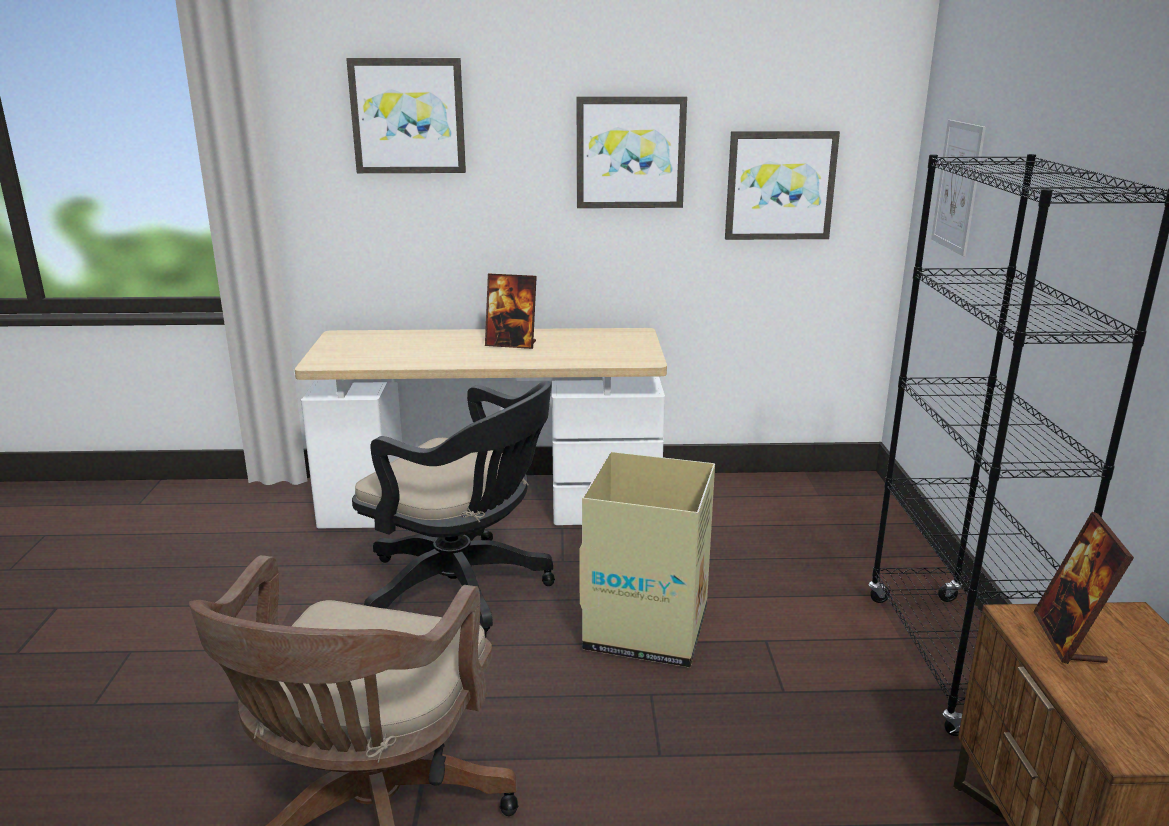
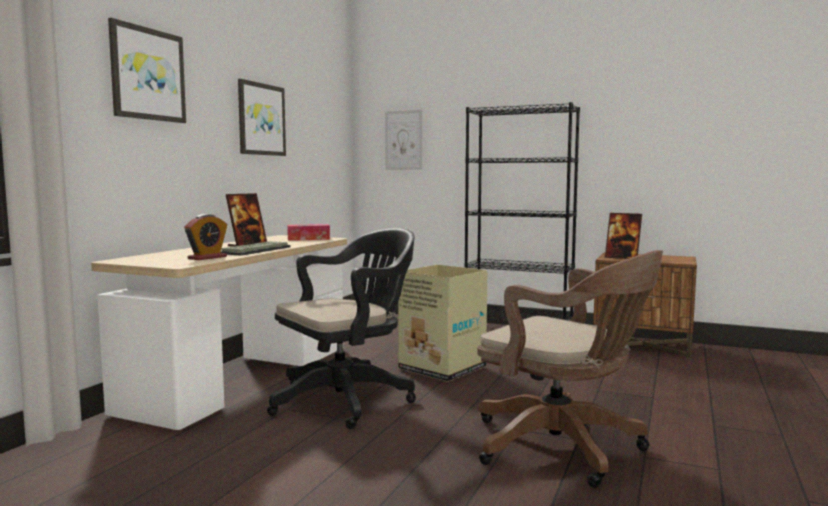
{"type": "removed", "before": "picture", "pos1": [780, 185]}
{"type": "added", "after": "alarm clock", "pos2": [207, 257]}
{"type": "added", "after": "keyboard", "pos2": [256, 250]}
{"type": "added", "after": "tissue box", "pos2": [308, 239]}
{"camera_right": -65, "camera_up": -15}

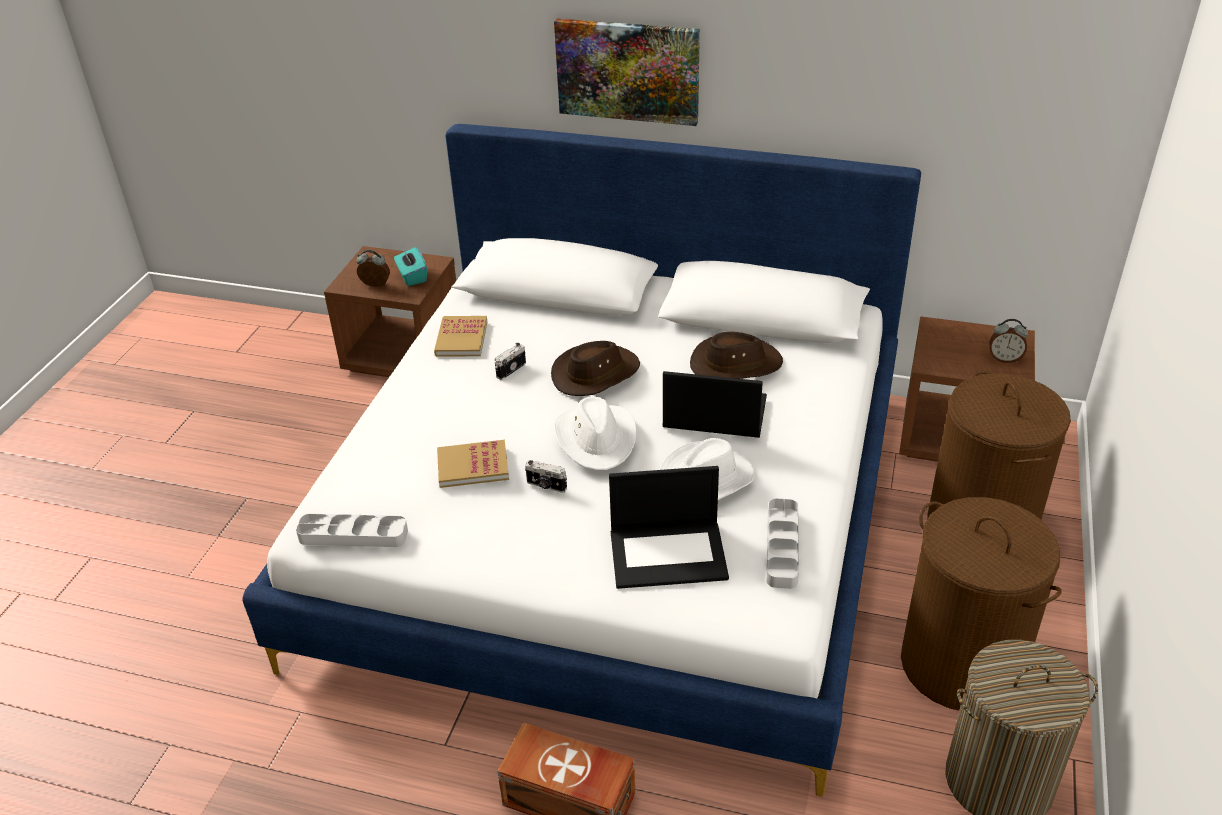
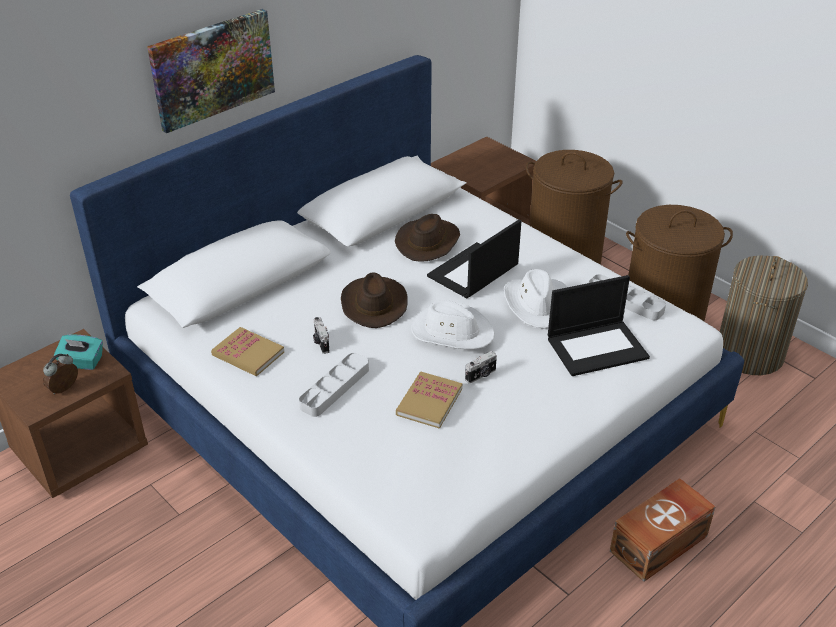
{"type": "moved", "before": "grey tray", "pos1": [353, 535], "pos2": [335, 388]}
{"type": "turned", "before": "laptop", "pos1": [669, 554], "pos2": [597, 347], "turn": 45}
{"type": "removed", "before": "alarm clock", "pos1": [1004, 359]}
{"camera_right": -60, "camera_up": 0}

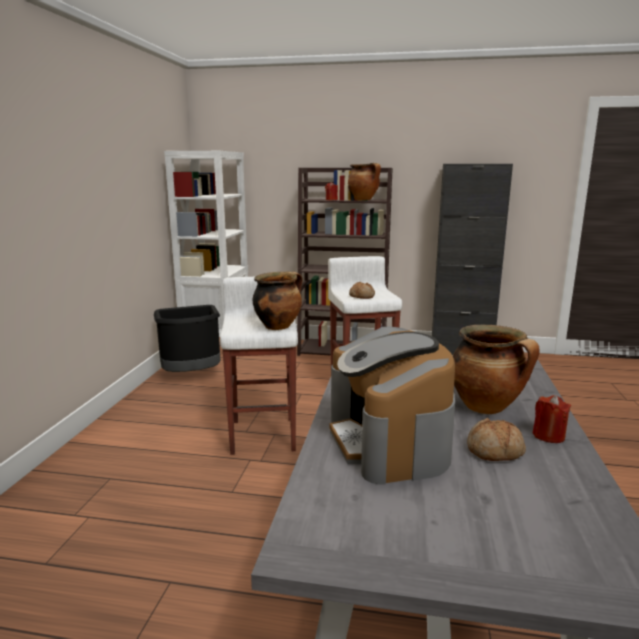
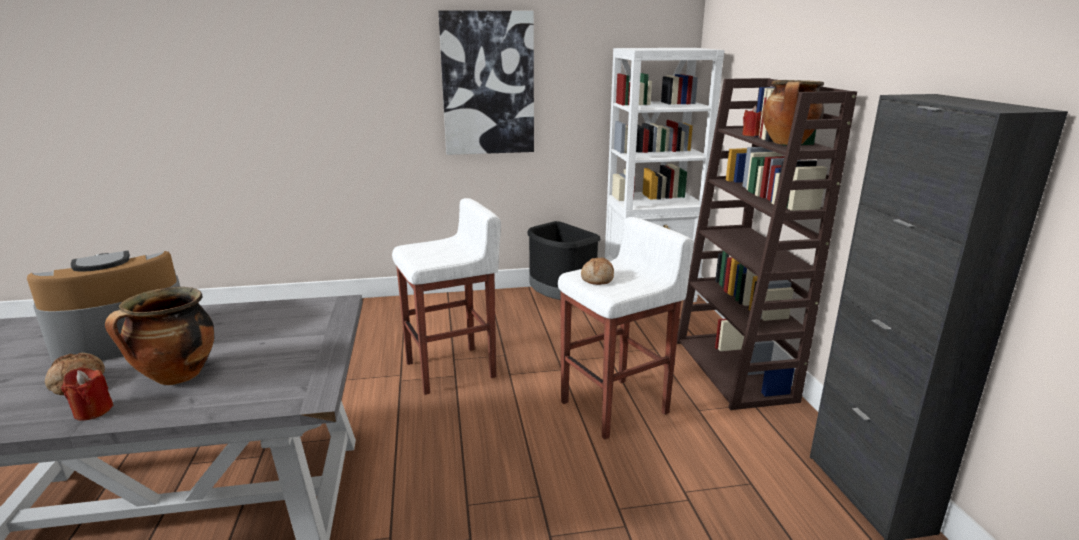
{"type": "removed", "before": "cooking pot", "pos1": [278, 326]}
{"type": "added", "after": "picture", "pos2": [488, 84]}
{"camera_right": 70, "camera_up": 5}

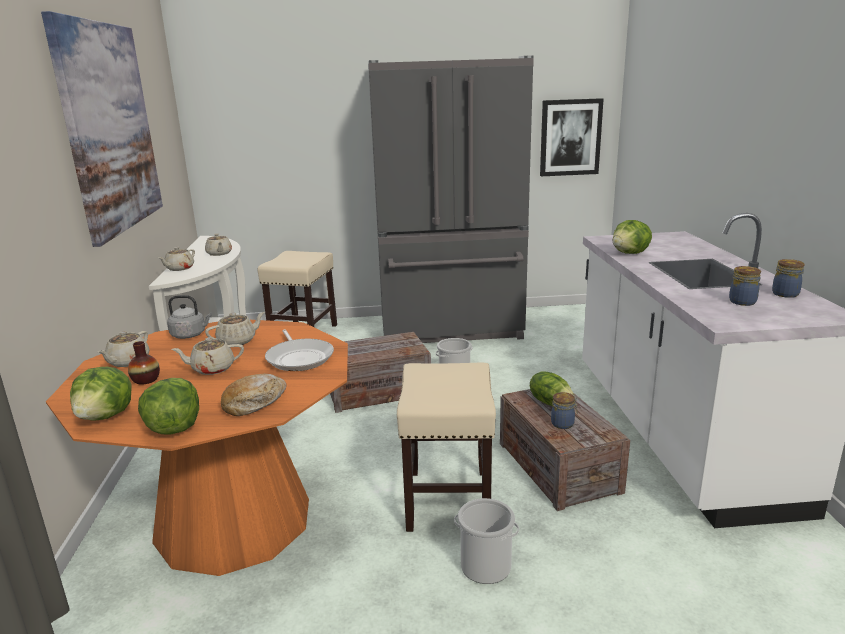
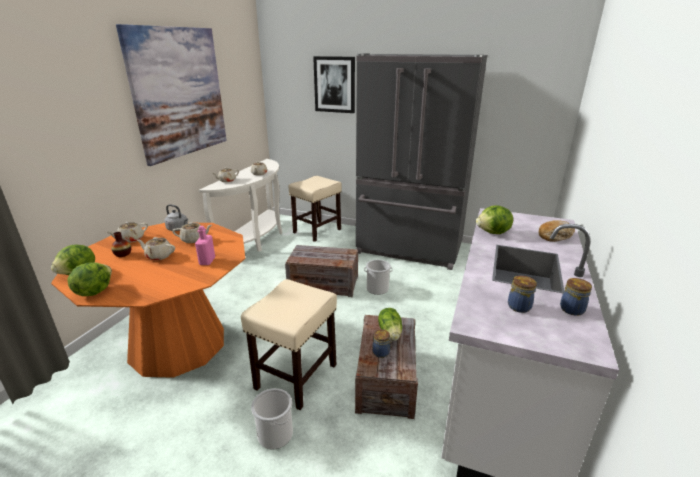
{"type": "moved", "before": "bread", "pos1": [254, 402], "pos2": [555, 236]}
{"type": "replaced", "before": "frying pan", "after": "pink bottle", "pos1": [299, 358], "pos2": [207, 261]}
{"type": "moved", "before": "picture", "pos1": [570, 137], "pos2": [334, 84]}
{"camera_right": 25, "camera_up": 5}

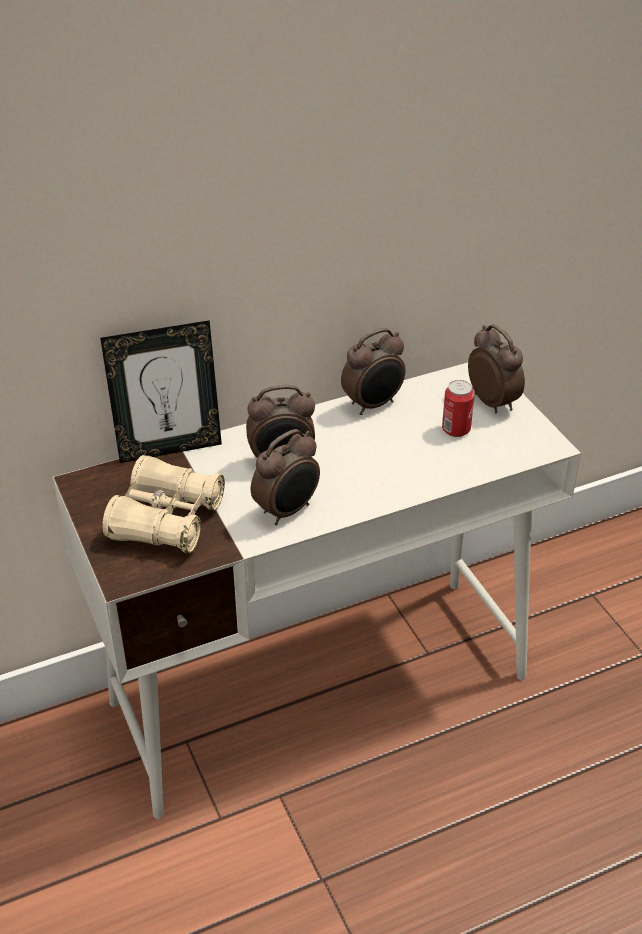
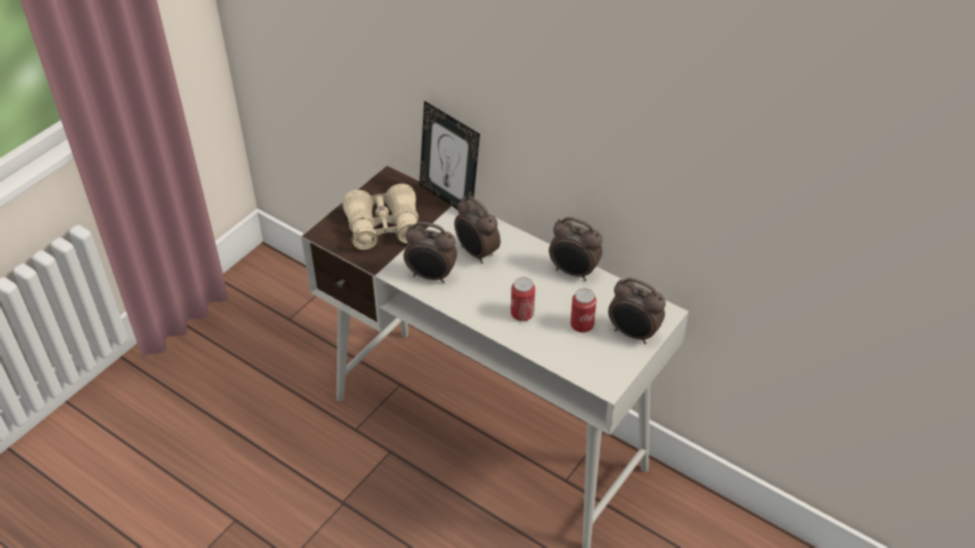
{"type": "turned", "before": "alarm clock", "pos1": [493, 402], "pos2": [633, 334], "turn": 90}
{"type": "added", "after": "can", "pos2": [522, 314]}
{"camera_right": 60, "camera_up": 5}

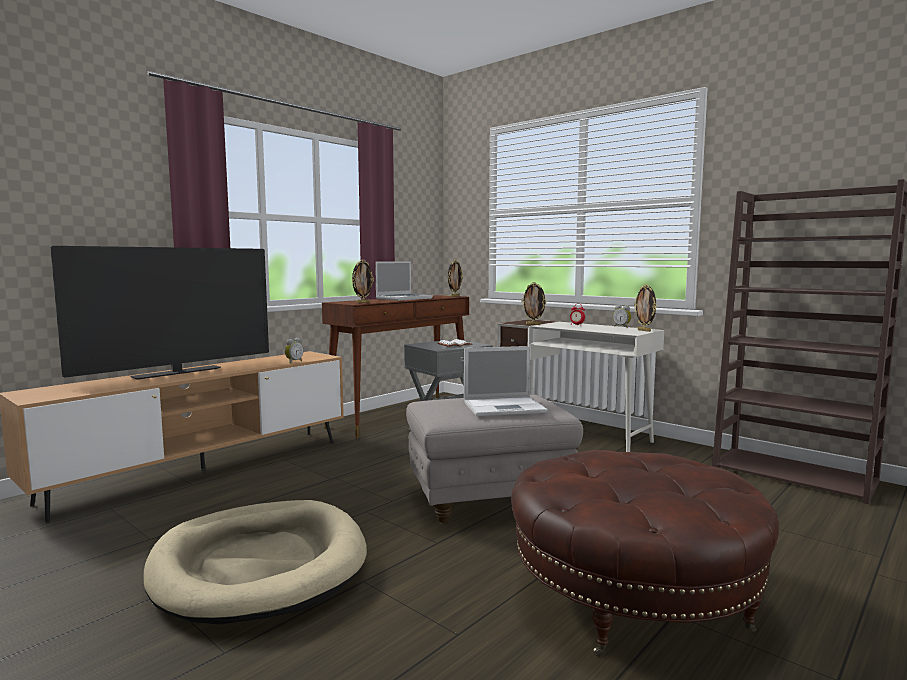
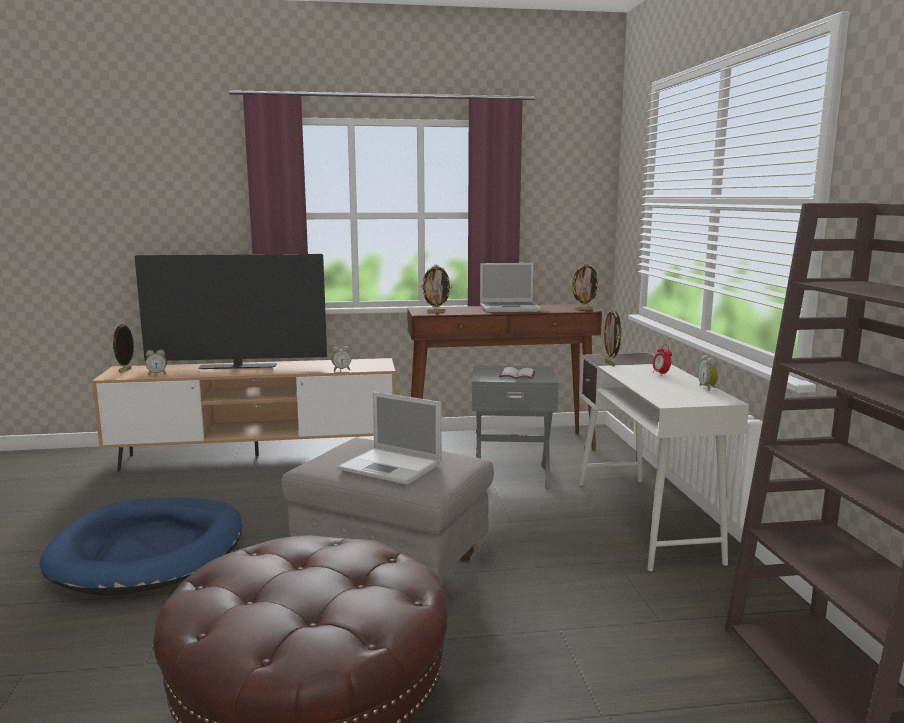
{"type": "recoloured", "before": "beige dog bed", "after": "blue dog bed", "pos1": [259, 565], "pos2": [149, 551]}
{"type": "moved", "before": "picture frame", "pos1": [644, 330], "pos2": [126, 370]}
{"type": "added", "after": "alarm clock", "pos2": [157, 374]}
{"camera_right": 40, "camera_up": 5}

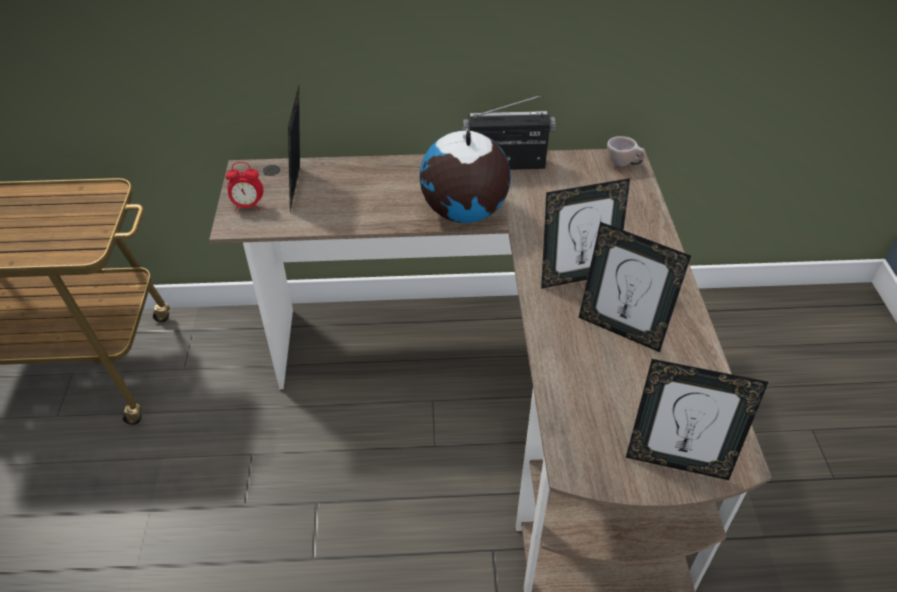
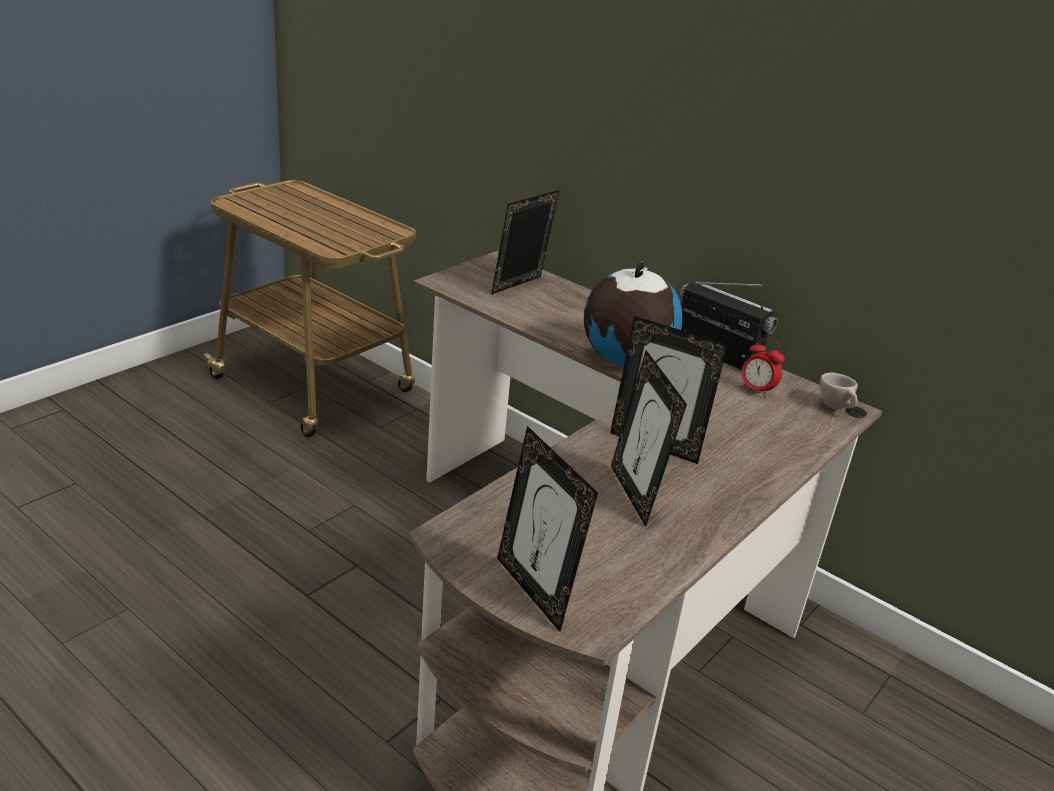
{"type": "moved", "before": "alarm clock", "pos1": [248, 206], "pos2": [756, 391]}
{"camera_right": 40, "camera_up": -15}

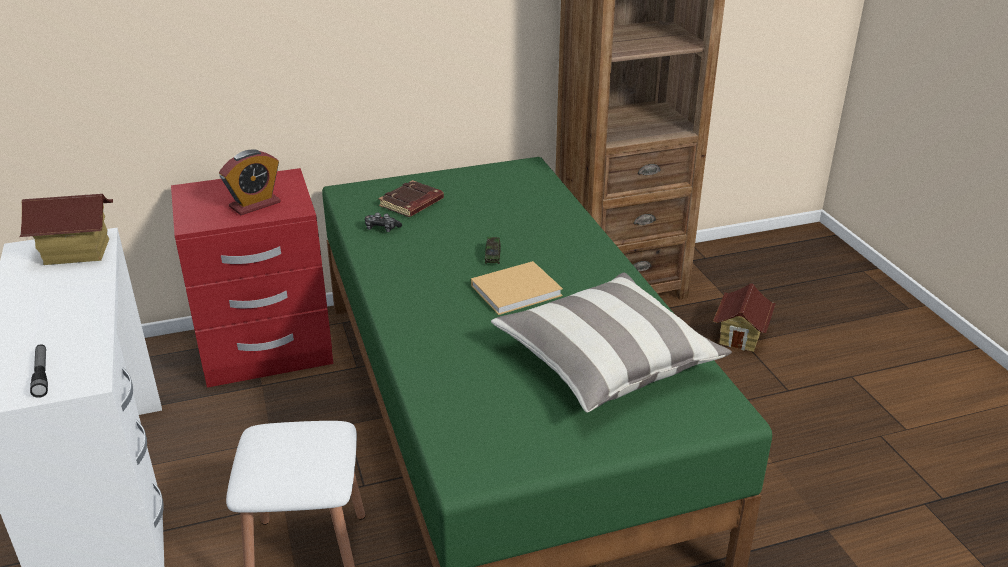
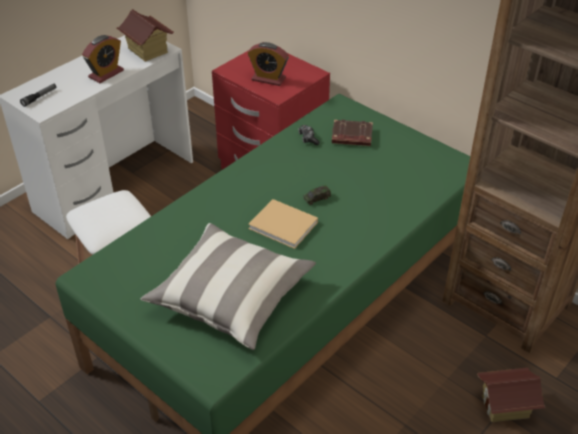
{"type": "added", "after": "alarm clock", "pos2": [106, 74]}
{"camera_right": 60, "camera_up": 10}

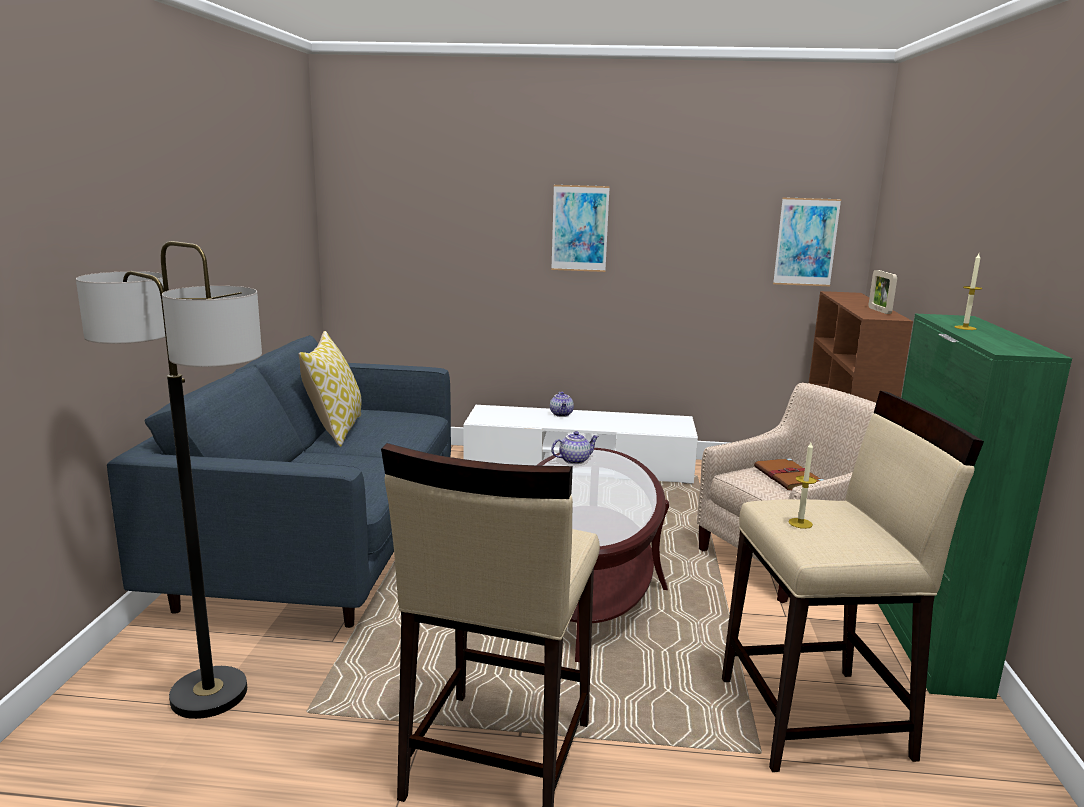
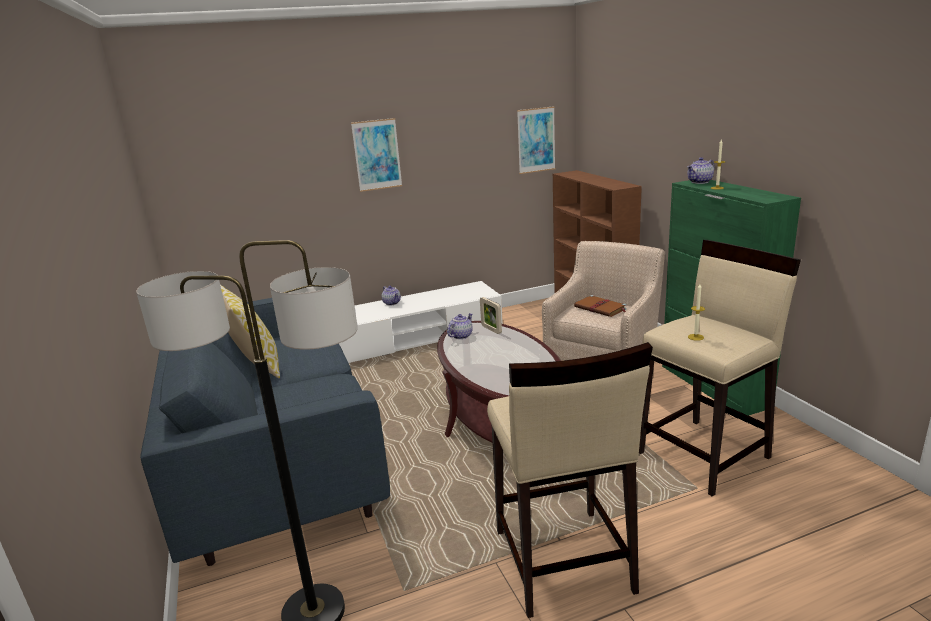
{"type": "moved", "before": "picture frame", "pos1": [879, 311], "pos2": [491, 329]}
{"type": "added", "after": "teapot", "pos2": [700, 182]}
{"camera_right": -25, "camera_up": 5}

